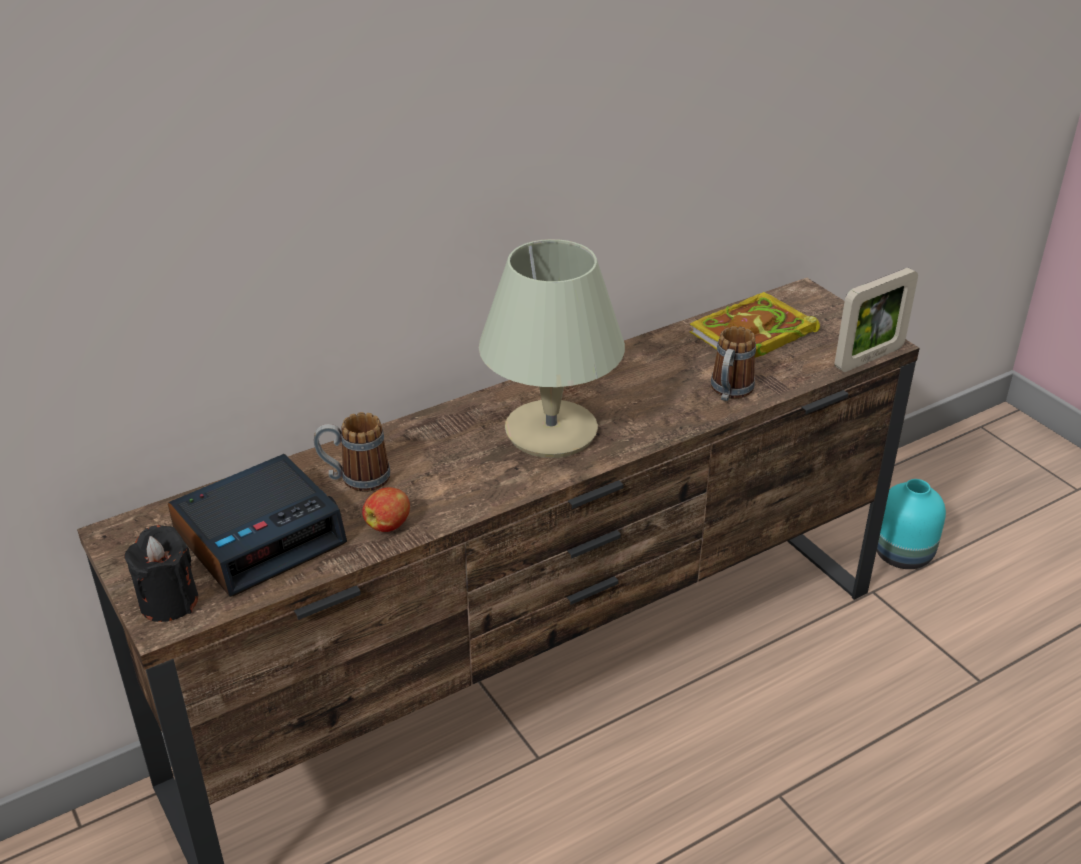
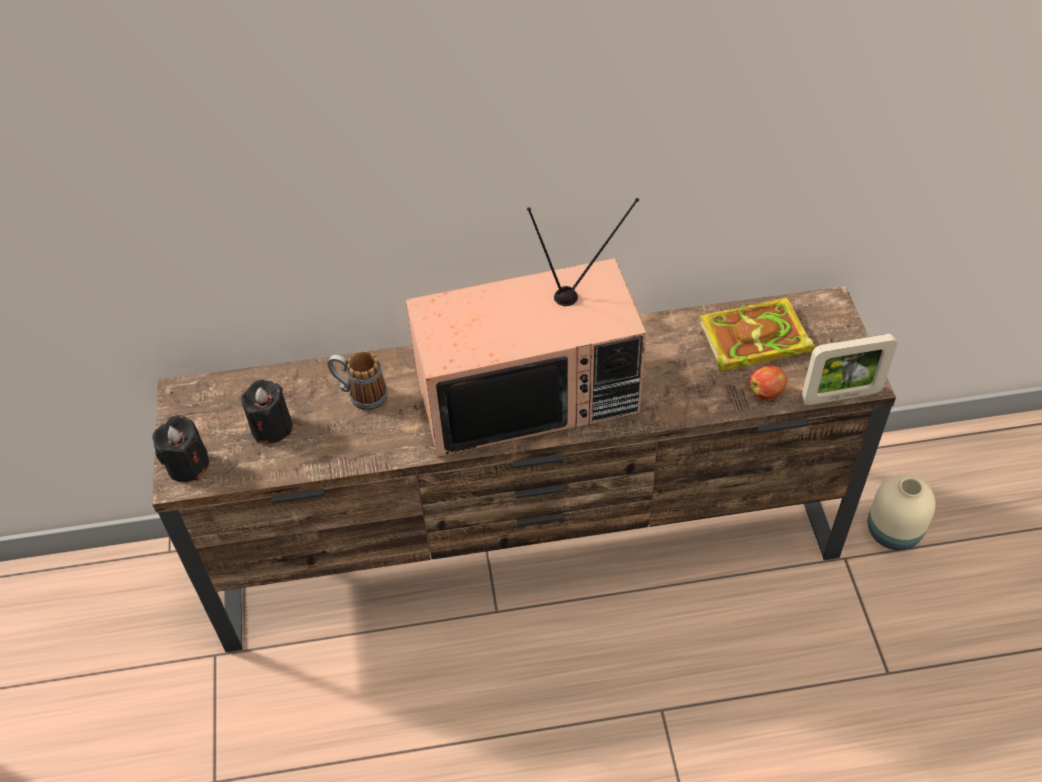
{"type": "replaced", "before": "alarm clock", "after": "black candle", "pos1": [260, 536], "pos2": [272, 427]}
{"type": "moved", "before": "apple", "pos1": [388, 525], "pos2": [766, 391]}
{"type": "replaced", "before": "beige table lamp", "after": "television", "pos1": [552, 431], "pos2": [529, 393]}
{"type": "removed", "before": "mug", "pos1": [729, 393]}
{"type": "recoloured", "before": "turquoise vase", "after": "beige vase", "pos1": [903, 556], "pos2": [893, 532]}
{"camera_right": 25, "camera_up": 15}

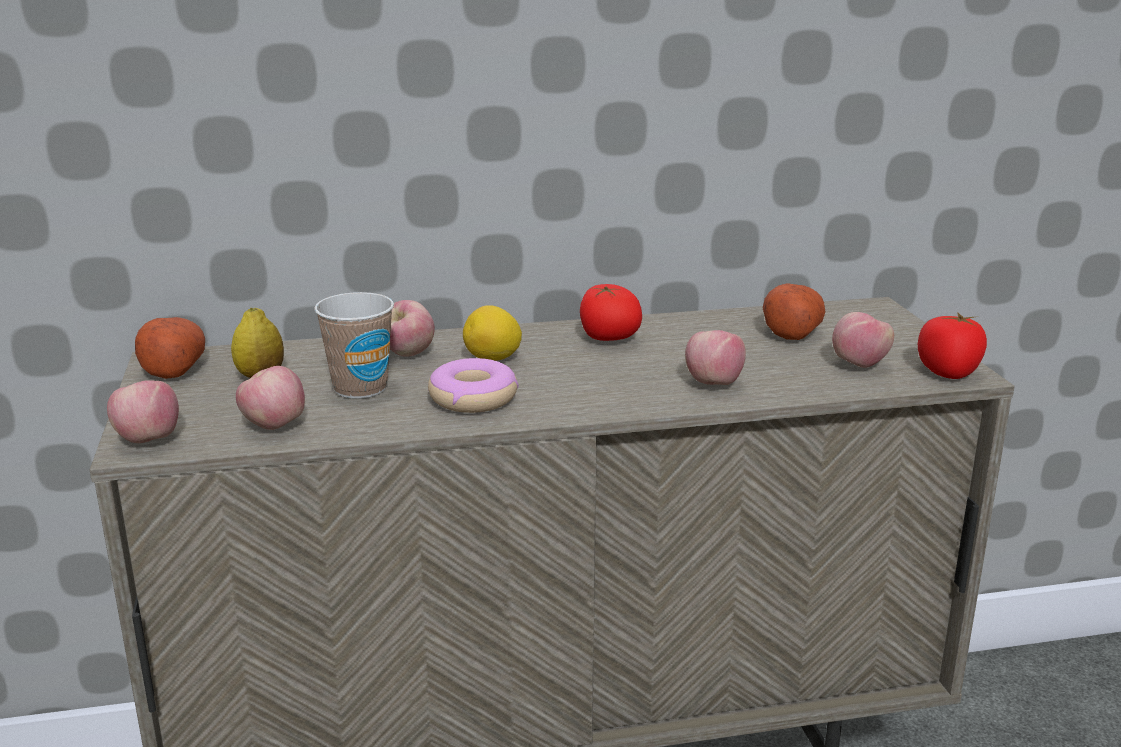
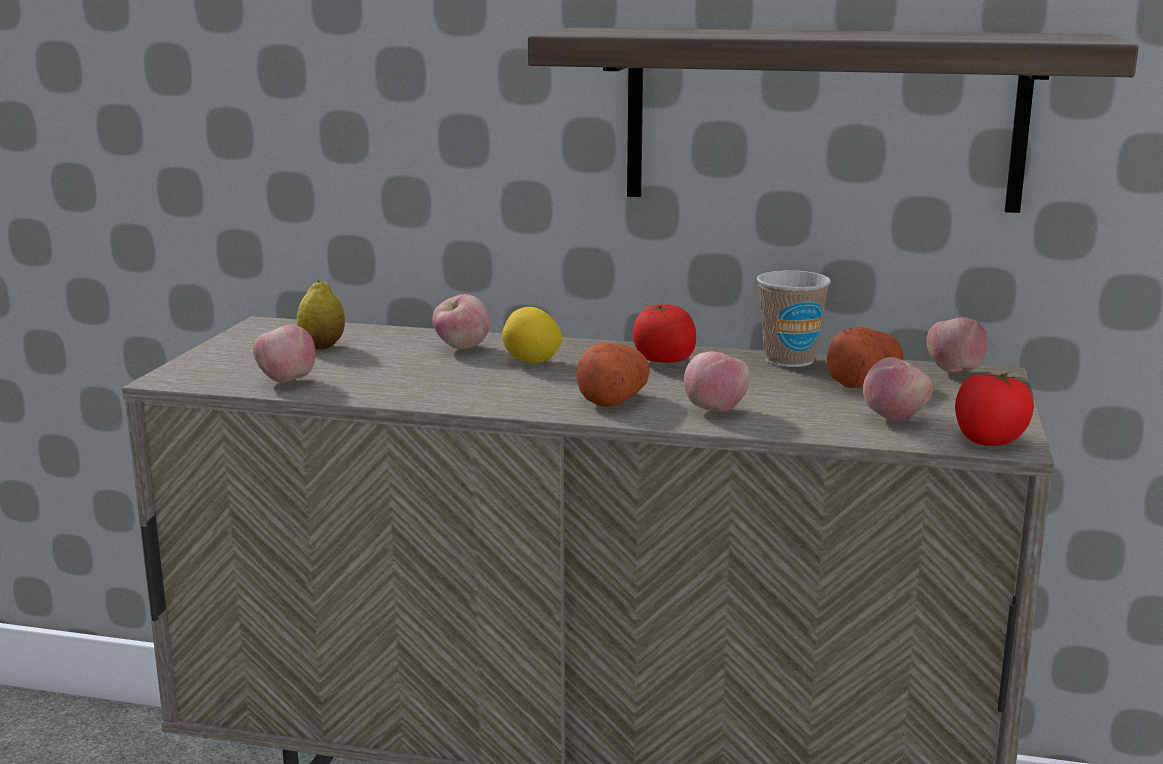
{"type": "moved", "before": "apple", "pos1": [148, 440], "pos2": [953, 371]}
{"type": "moved", "before": "potato", "pos1": [173, 369], "pos2": [611, 398]}
{"type": "moved", "before": "cup", "pos1": [360, 388], "pos2": [789, 360]}
{"type": "removed", "before": "donut", "pos1": [473, 398]}
{"type": "added", "after": "shelf", "pos2": [822, 118]}
{"camera_right": 25, "camera_up": -5}

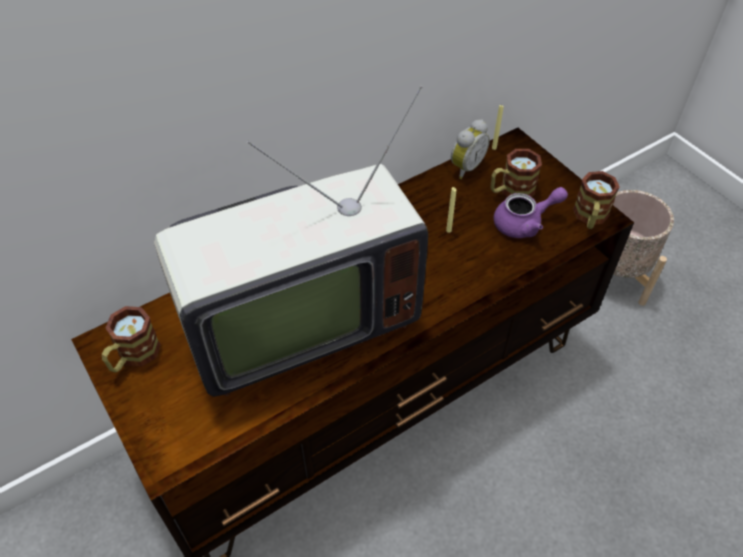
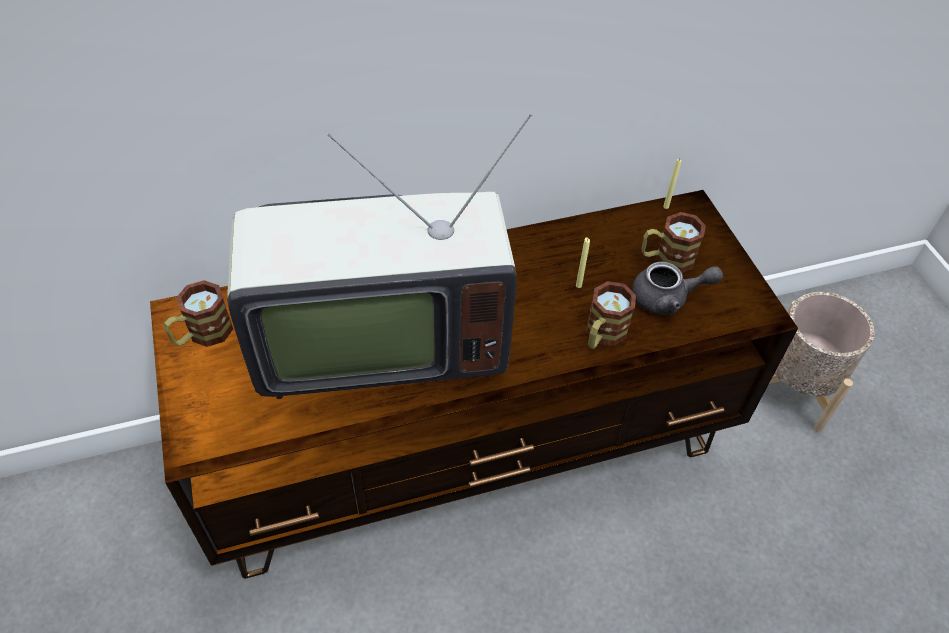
{"type": "removed", "before": "alarm clock", "pos1": [465, 167]}
{"type": "recoloured", "before": "purple teapot", "after": "grey teapot", "pos1": [524, 223], "pos2": [667, 298]}
{"type": "moved", "before": "mug", "pos1": [590, 218], "pos2": [602, 335]}
{"camera_right": 15, "camera_up": 0}

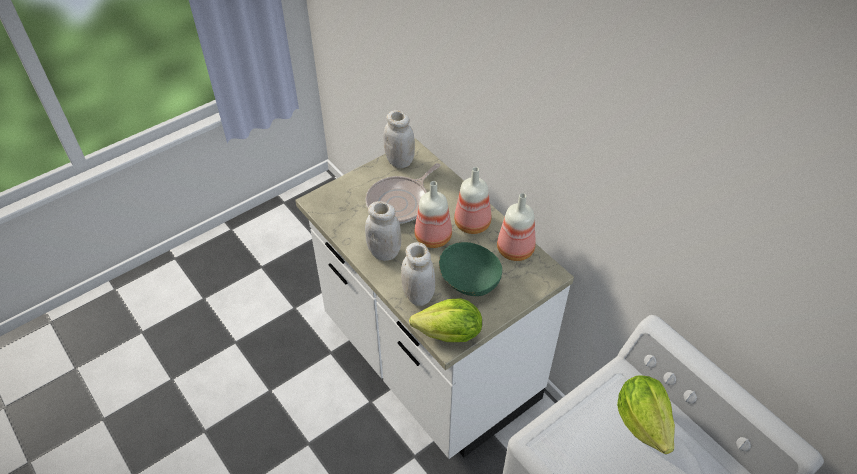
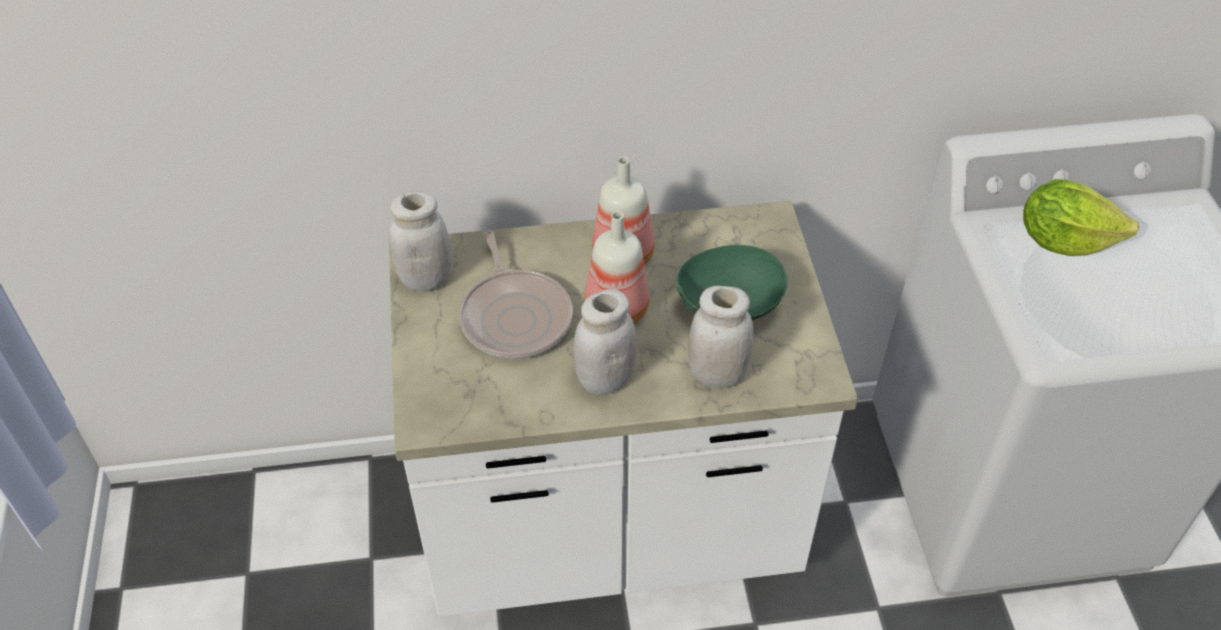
{"type": "removed", "before": "lettuce", "pos1": [449, 334]}
{"type": "removed", "before": "bottle", "pos1": [516, 250]}
{"camera_right": -60, "camera_up": 0}

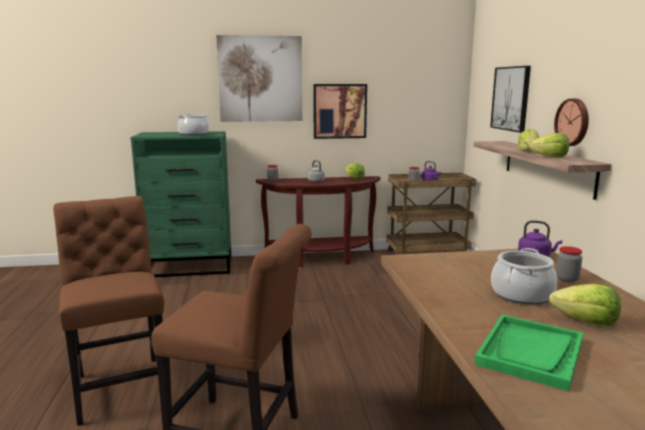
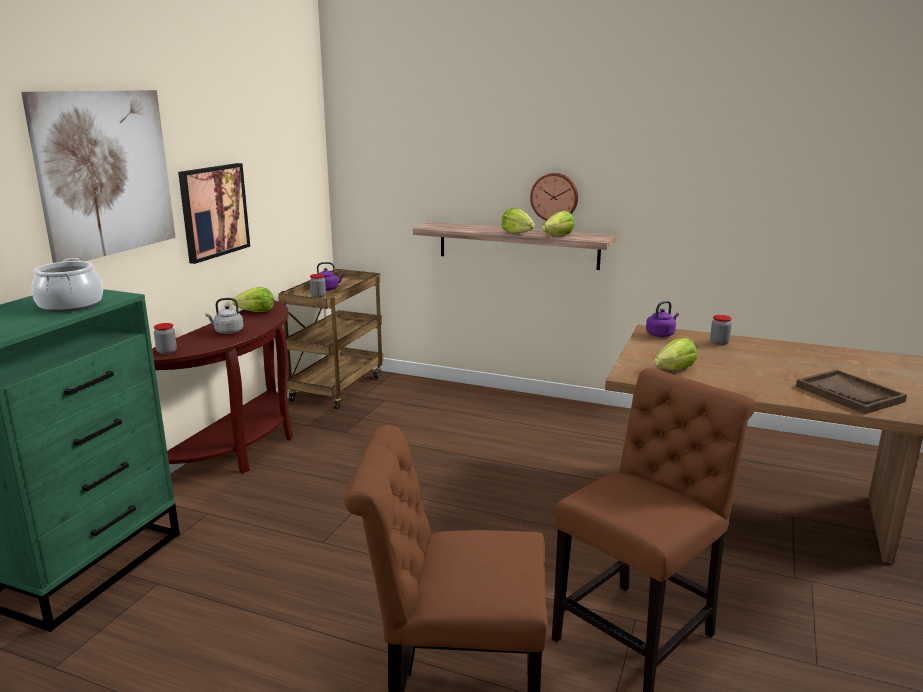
{"type": "recoloured", "before": "green tray", "after": "brown tray", "pos1": [530, 353], "pos2": [849, 394]}
{"type": "removed", "before": "picture", "pos1": [511, 98]}
{"type": "removed", "before": "cooking pot", "pos1": [521, 294]}
{"type": "moved", "before": "lettuce", "pos1": [586, 321], "pos2": [675, 369]}
{"camera_right": -60, "camera_up": 5}

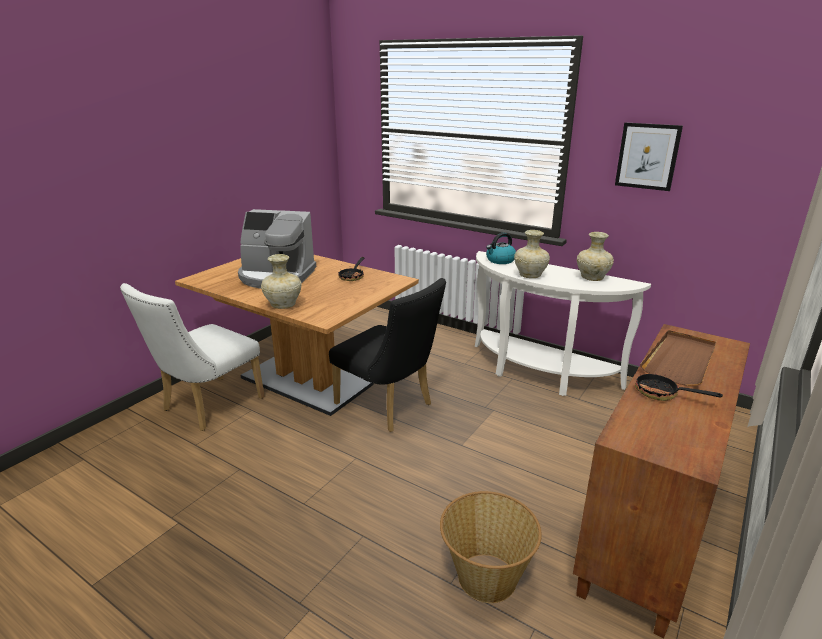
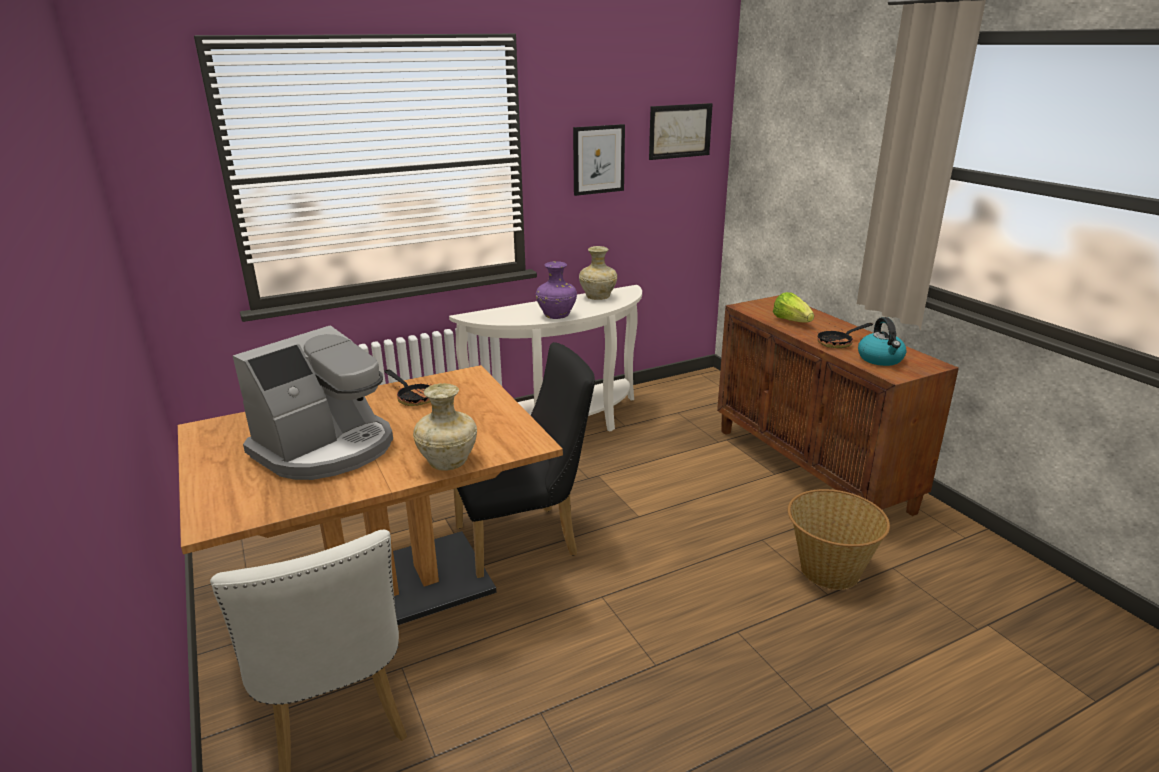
{"type": "moved", "before": "kettle", "pos1": [500, 260], "pos2": [881, 359]}
{"type": "recoloured", "before": "beige vase", "after": "purple vase", "pos1": [530, 276], "pos2": [557, 316]}
{"type": "replaced", "before": "brown tray", "after": "lettuce", "pos1": [680, 360], "pos2": [791, 321]}
{"type": "added", "after": "picture", "pos2": [680, 131]}
{"camera_right": -60, "camera_up": 0}

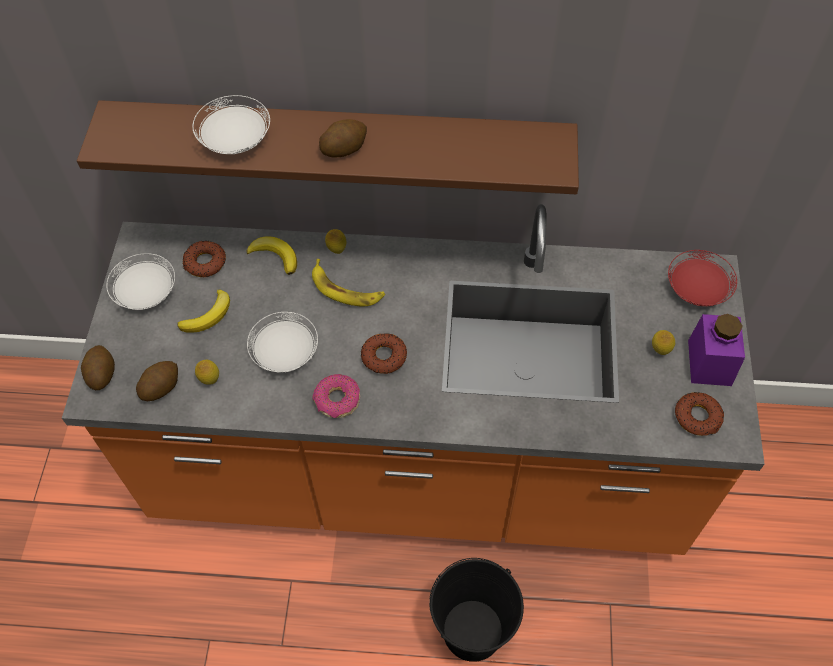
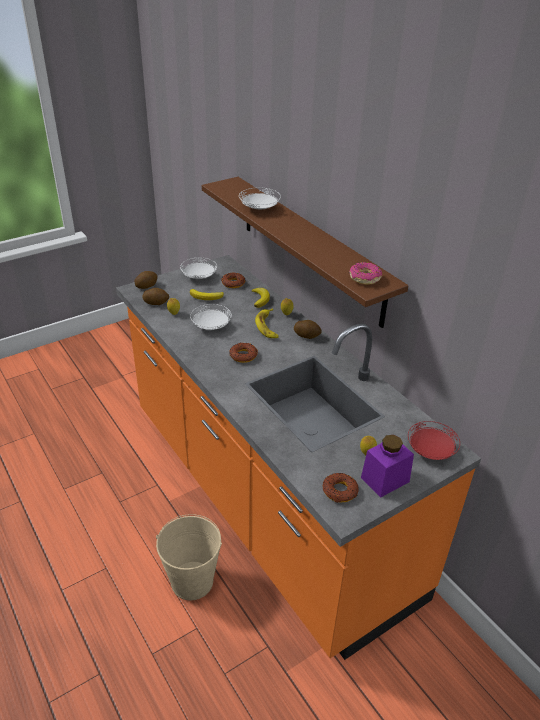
{"type": "moved", "before": "donut", "pos1": [337, 400], "pos2": [364, 278]}
{"type": "moved", "before": "potato", "pos1": [344, 148], "pos2": [307, 335]}
{"type": "recoloured", "before": "black bucket", "after": "beige bucket", "pos1": [473, 631], "pos2": [192, 581]}
{"camera_right": 50, "camera_up": -20}

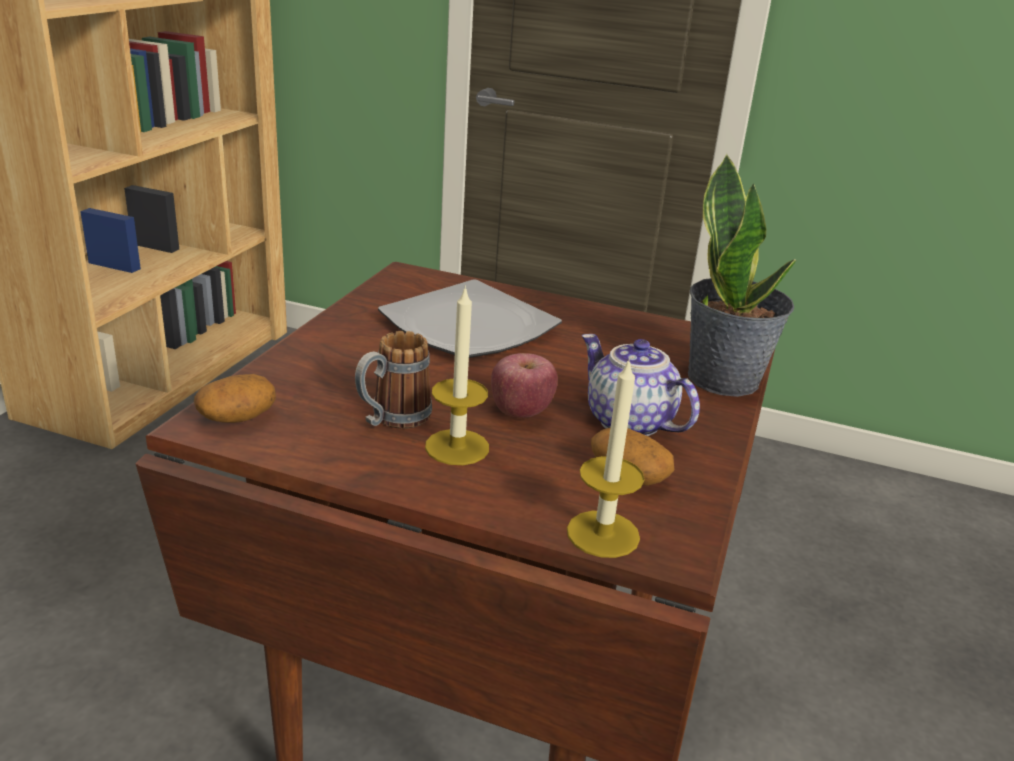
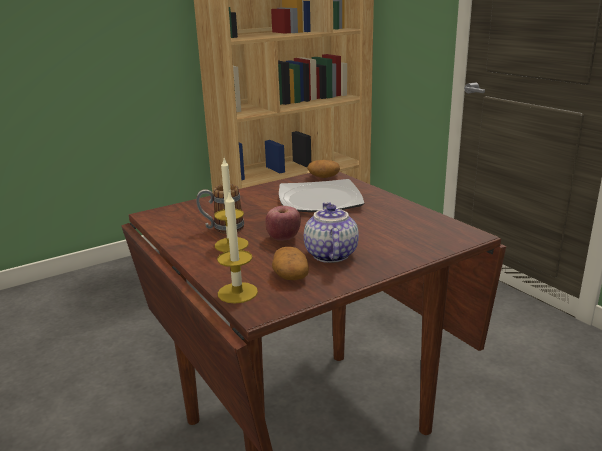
{"type": "moved", "before": "potato", "pos1": [237, 418], "pos2": [323, 177]}
{"type": "removed", "before": "potted plant", "pos1": [724, 379]}
{"camera_right": 40, "camera_up": -5}

